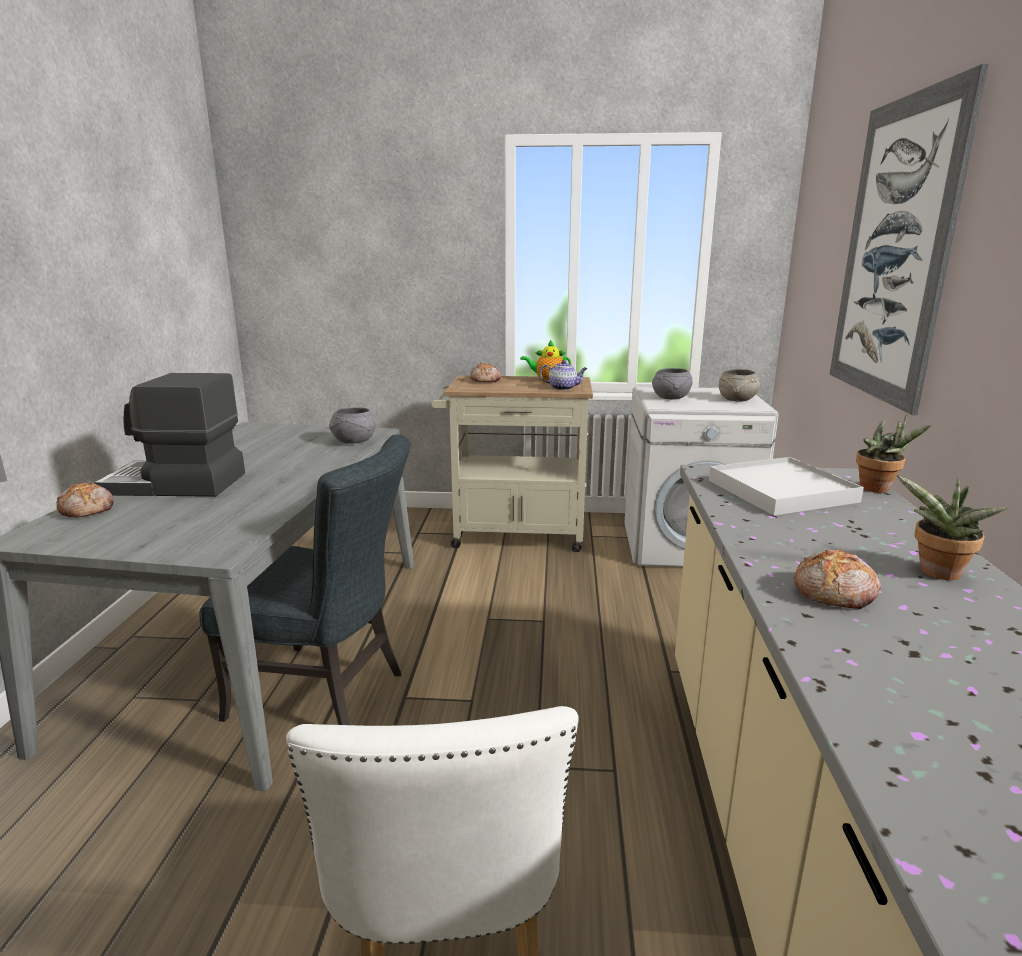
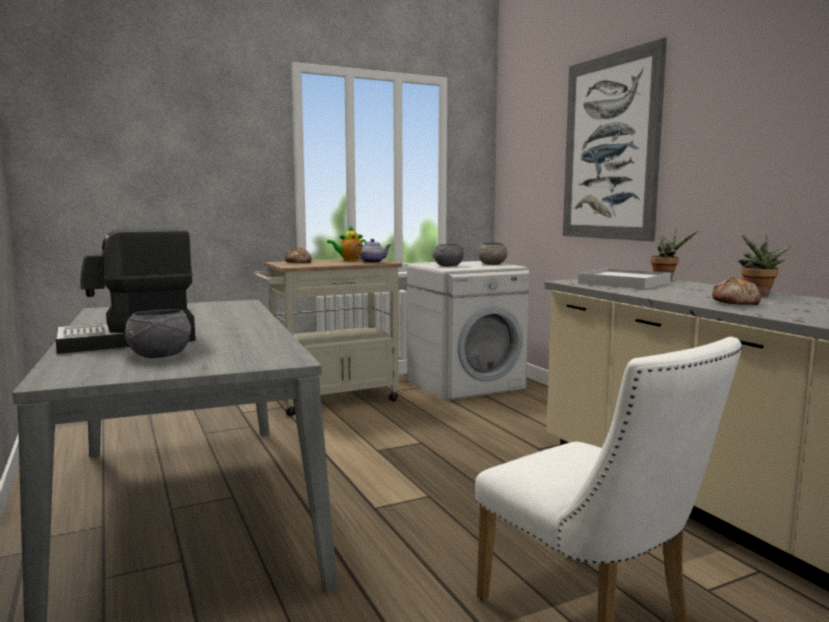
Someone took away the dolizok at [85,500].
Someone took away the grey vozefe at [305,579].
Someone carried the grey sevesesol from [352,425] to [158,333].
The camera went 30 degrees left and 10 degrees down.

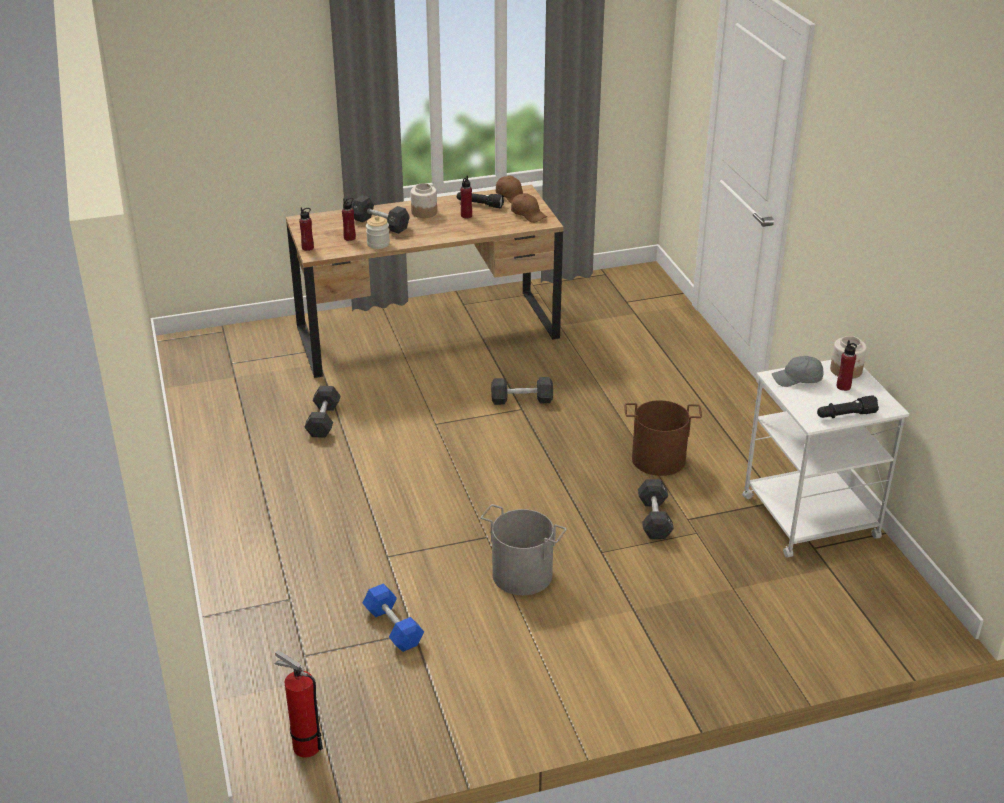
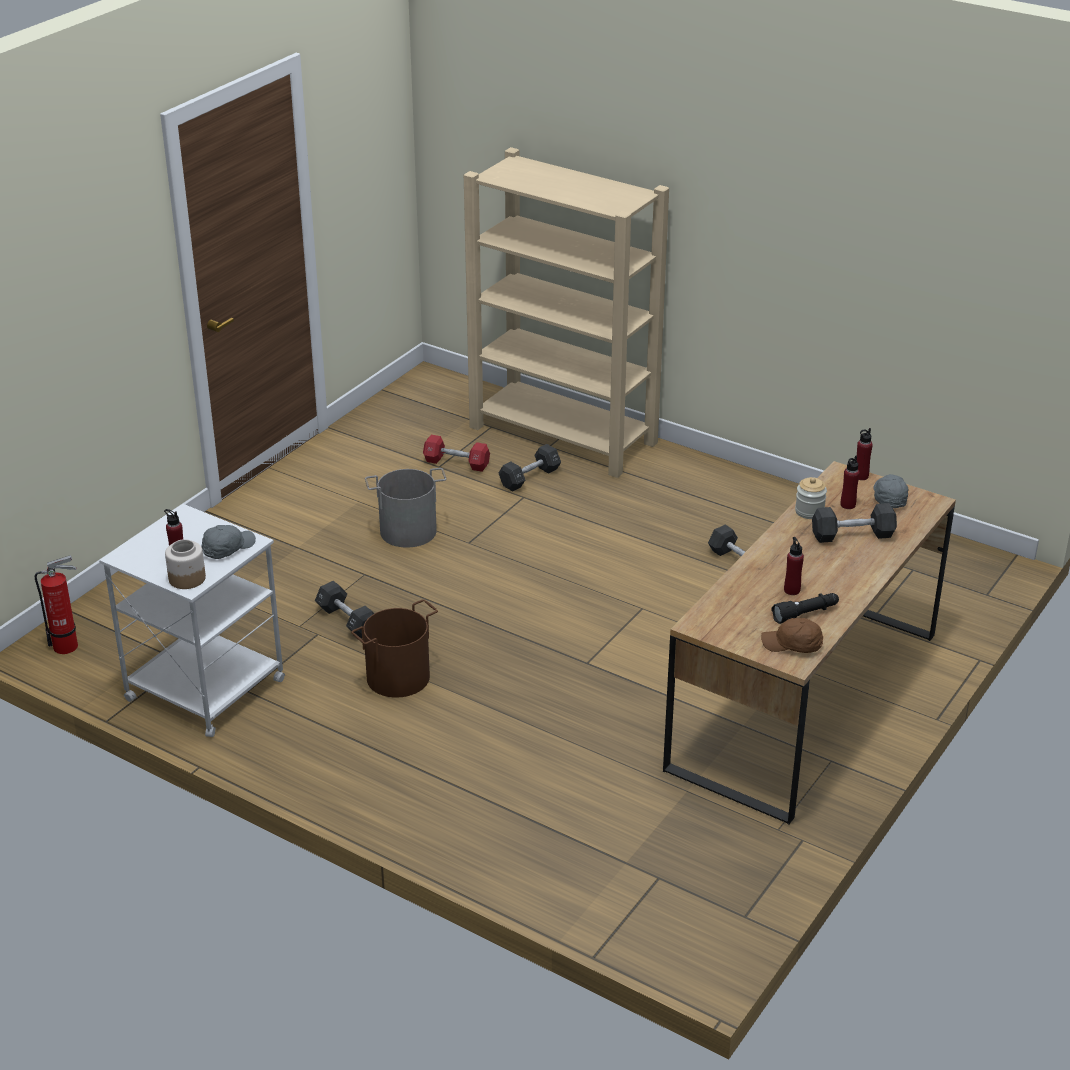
Someone carried the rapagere from [299,703] to [56,604].
Someone repainted the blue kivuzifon at [393,618], which became the red kivuzifon at [456,453].
Someone took away the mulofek at [424,200].
Someone carried the black kivuzifon from [522,391] to [530,467].
Someone took away the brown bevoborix at [529,208].
Someone took away the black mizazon at [848,406].
Someone put down the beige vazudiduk at [566,312].
Someone put down the grey bevoborix at [891,491].
The camera went 140 degrees right and 0 degrees up.

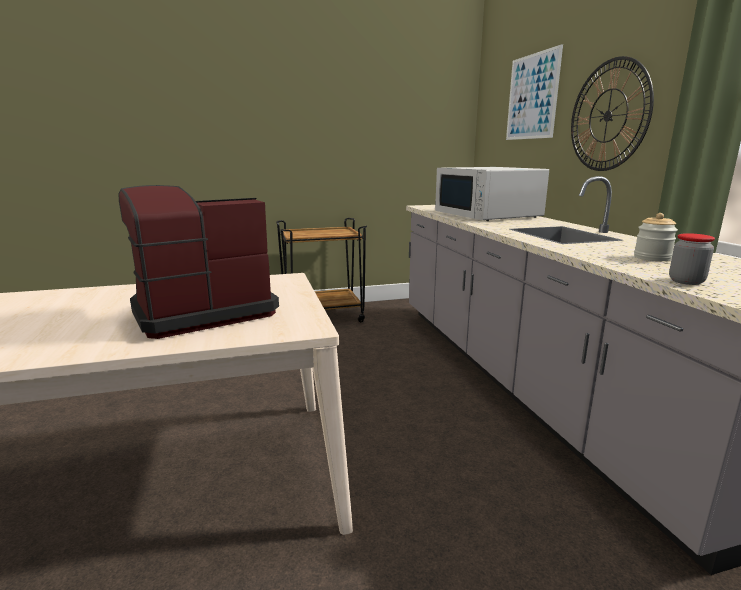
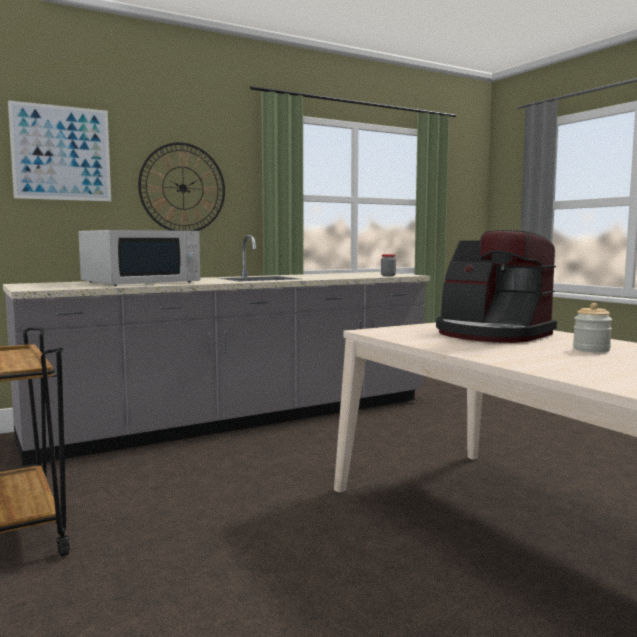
Someone carried the mulofek from [656,237] to [592,327].
The camera went 105 degrees left and 10 degrees down.

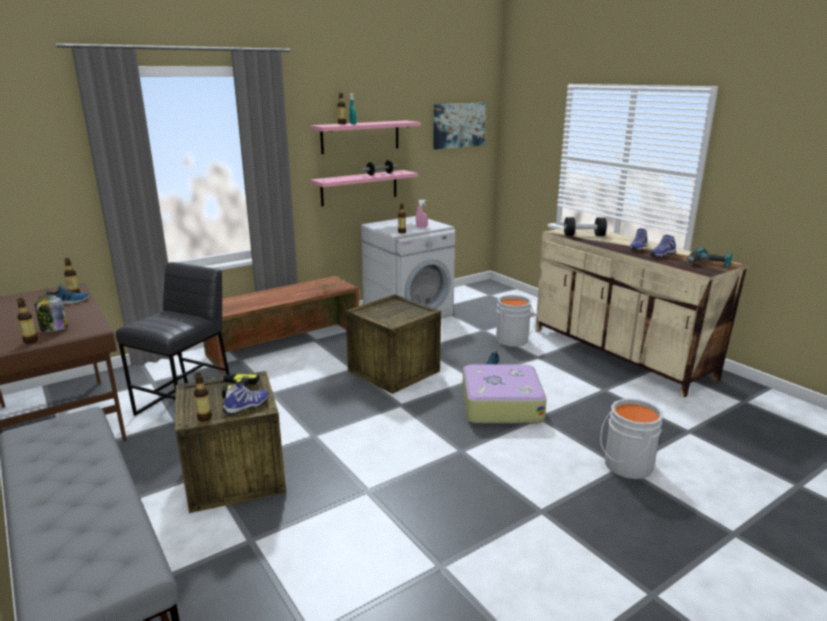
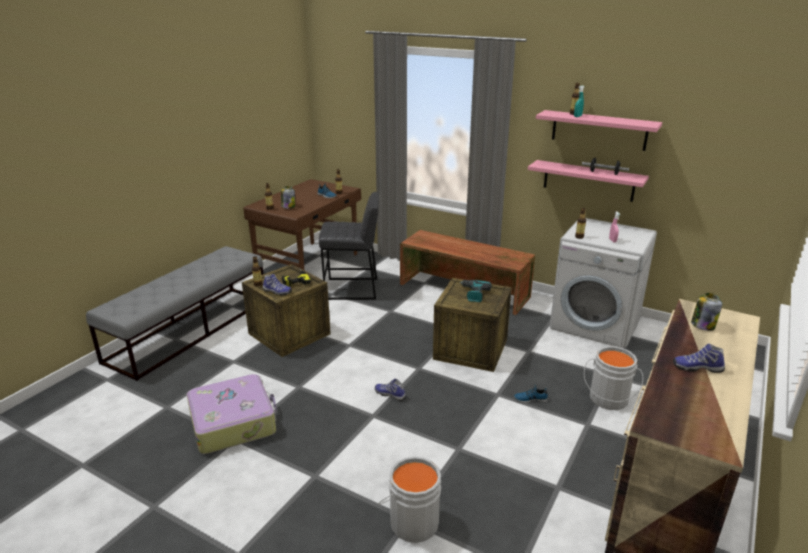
Someone took away the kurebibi at [459,126].
Someone carried the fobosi from [504,394] to [232,414].
Someone swapped the black kivuzifon at [585,226] for the mulofek at [706,312].
Someone carried the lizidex from [663,246] to [390,390].
Someone carried the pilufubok from [709,258] to [475,291].
The camera went 65 degrees right and 5 degrees up.

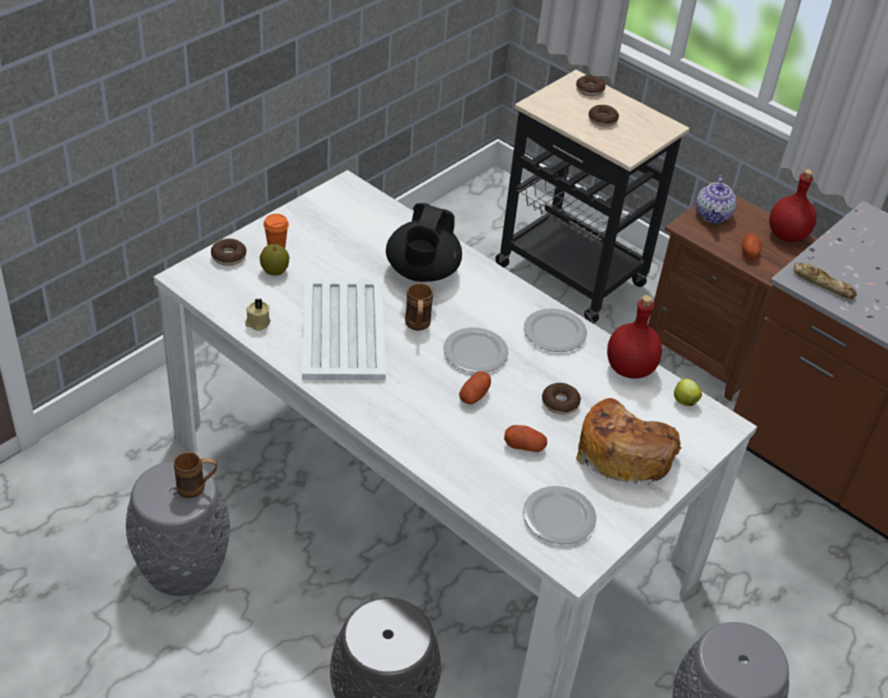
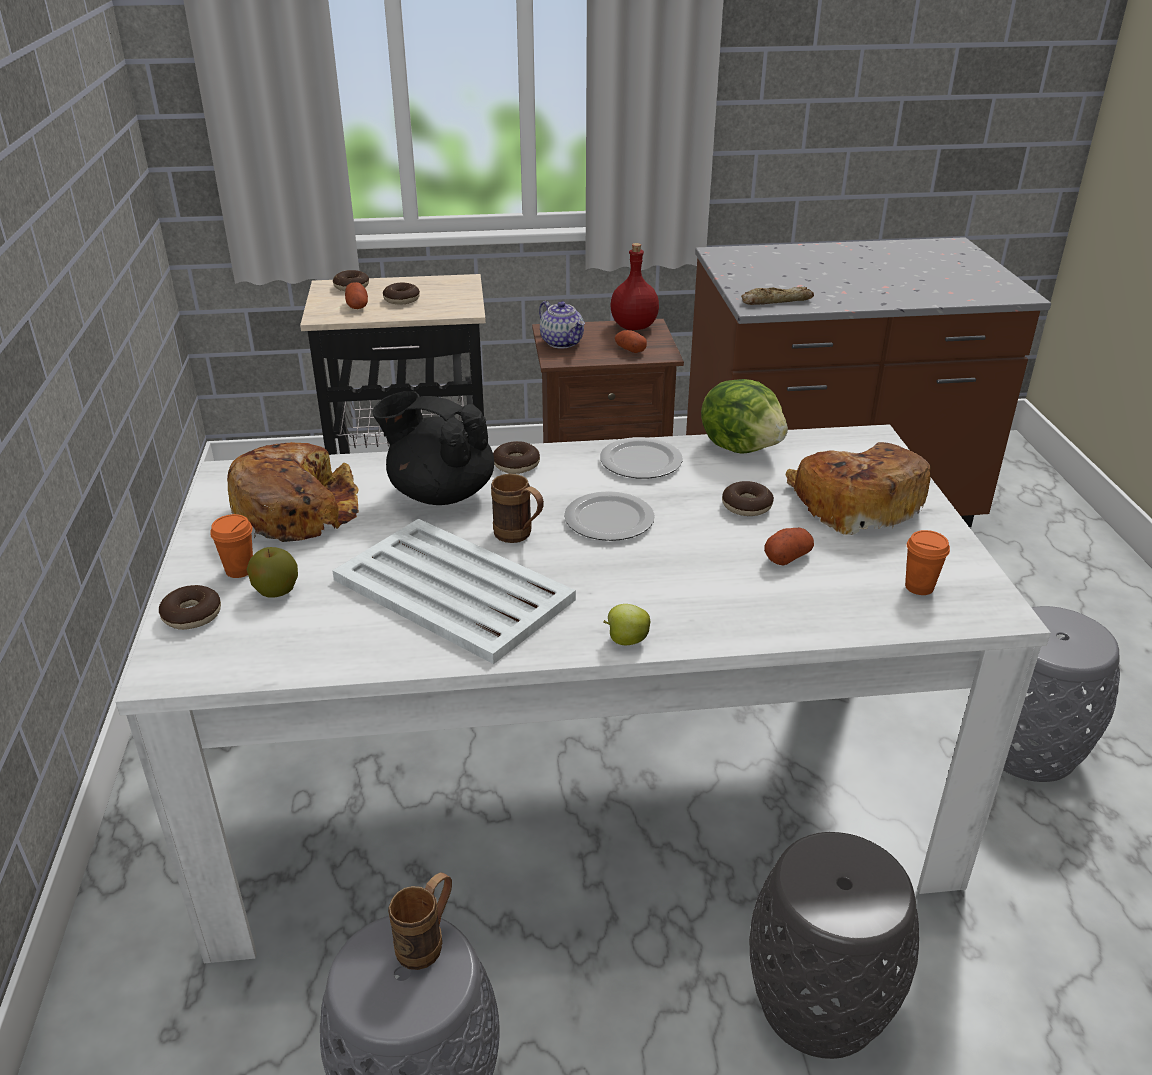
Someone took away the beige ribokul at [258,314].
Someone rotated the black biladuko at [424,242] by 150 degrees clockwise.
Someone carried the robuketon from [475,387] to [356,295].
Someone swapped the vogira at [560,515] for the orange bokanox at [927,562].
Someone swapped the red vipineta at [634,336] for the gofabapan at [744,416].
Someone carried the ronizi from [688,392] to [626,624].
Someone put down the dolizok at [293,492].
Someone put down the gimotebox at [516,457].
The camera went 45 degrees left and 10 degrees down.

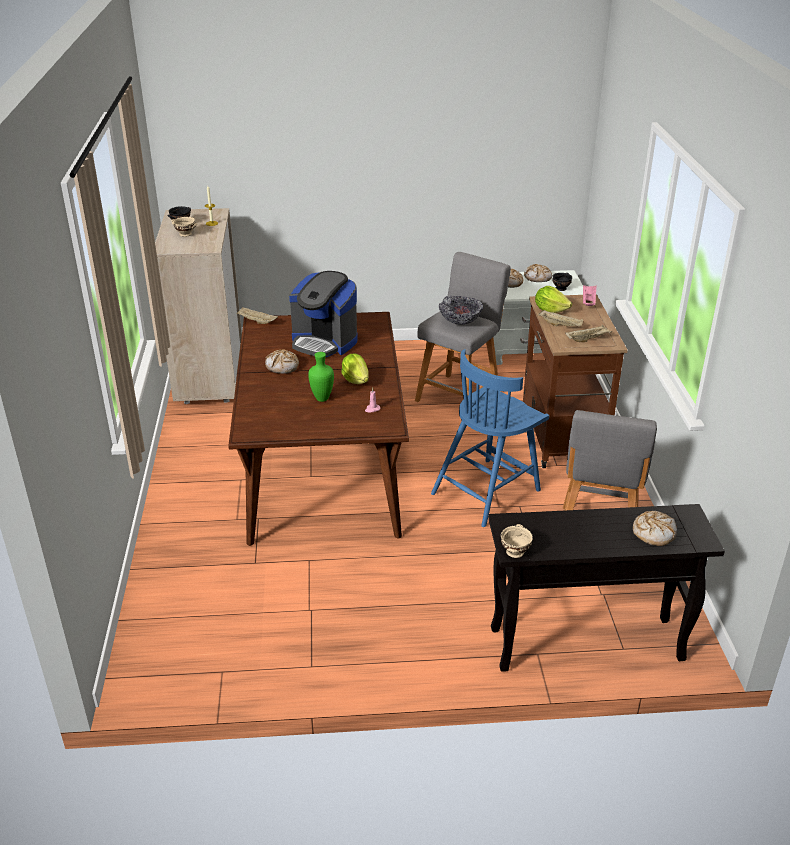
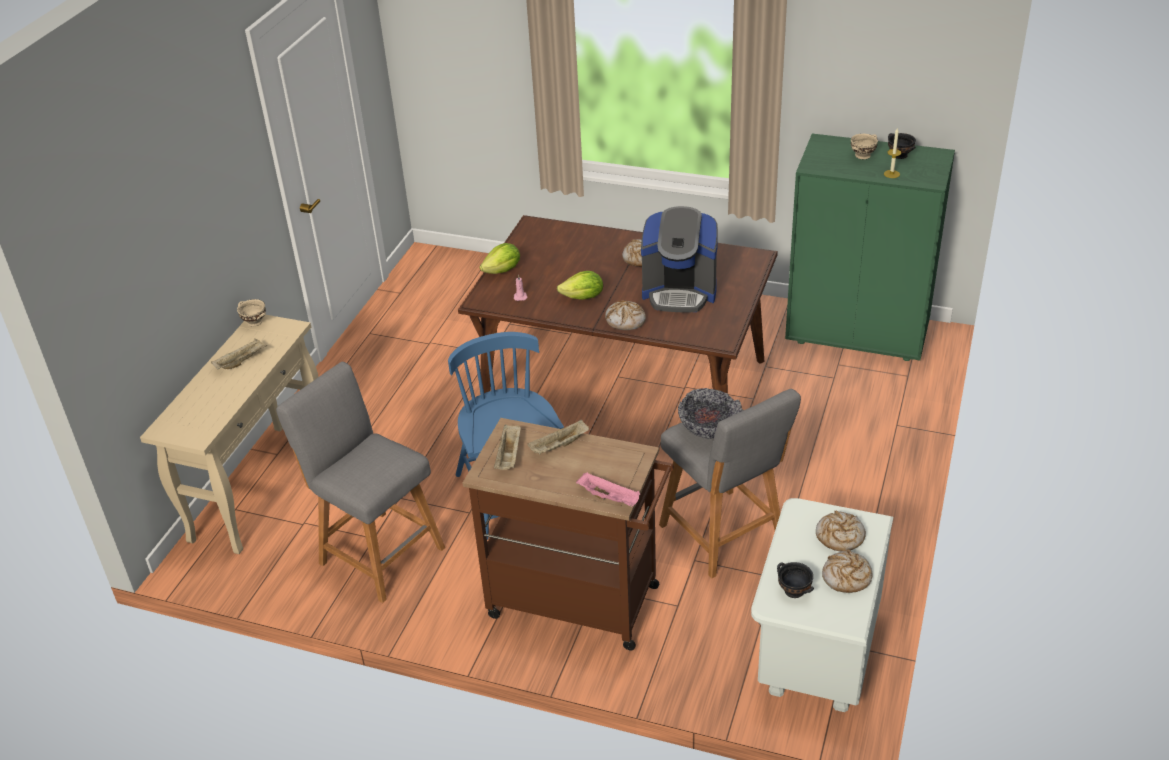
Someone repainted the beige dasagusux at [198,306], which became the green dasagusux at [870,247].
Someone carried the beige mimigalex from [257,315] to [239,353].
Someone rotated the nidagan at [323,314] by 135 degrees counterclockwise.
Someone took away the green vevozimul at [321,377].
Someone repainted the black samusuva at [606,588], which became the beige samusuva at [229,434].
Someone carried the gofabapan from [553,299] to [499,258].
Someone carried the dolizok from [655,528] to [625,315].
The camera went 115 degrees right and 5 degrees up.

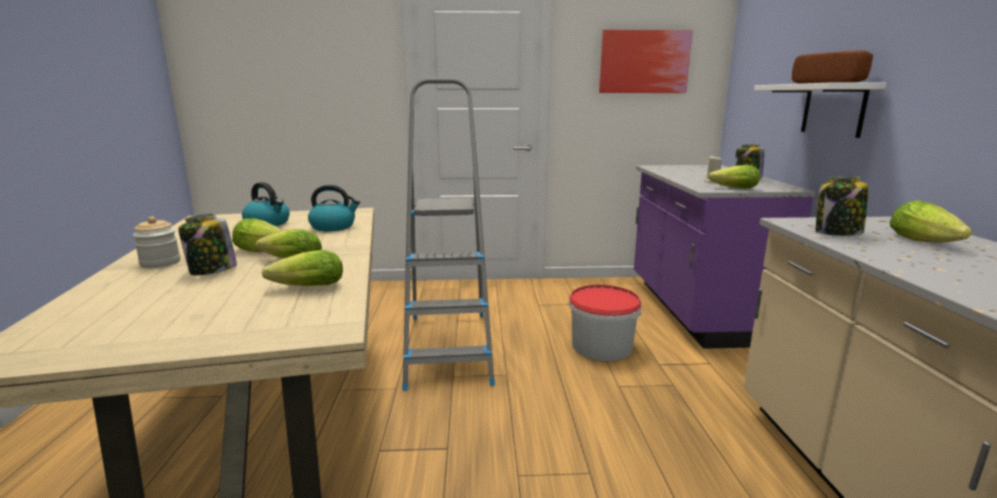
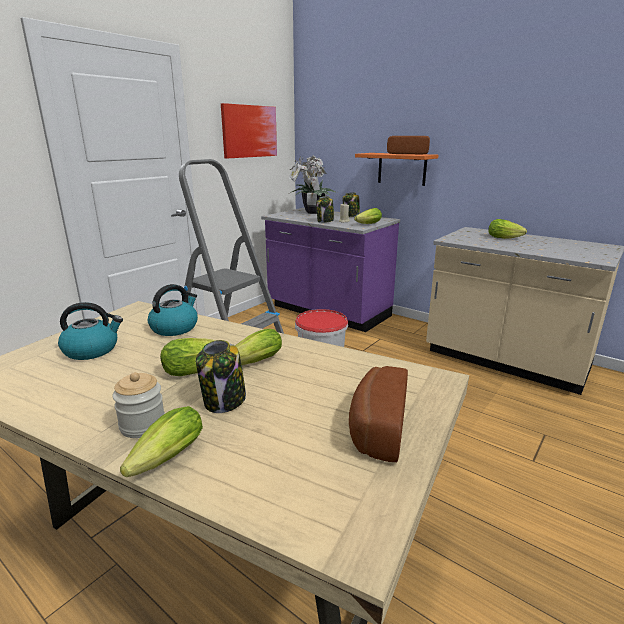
Someone carried the gofabapan from [302,268] to [161,441].
Someone repainted the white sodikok at [820,110], which became the orange sodikok at [396,169].
Someone carried the mulofek from [841,206] to [325,209].
Someone put down the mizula at [313,184].
Someone put down the dolizok at [378,414].
The camera went 50 degrees left and 5 degrees up.

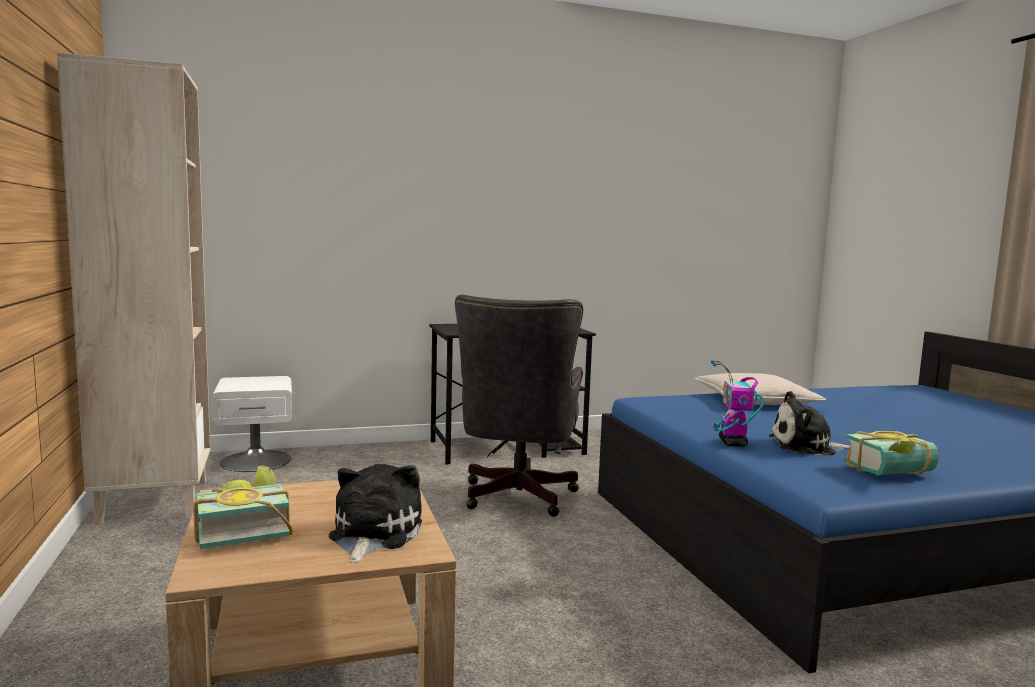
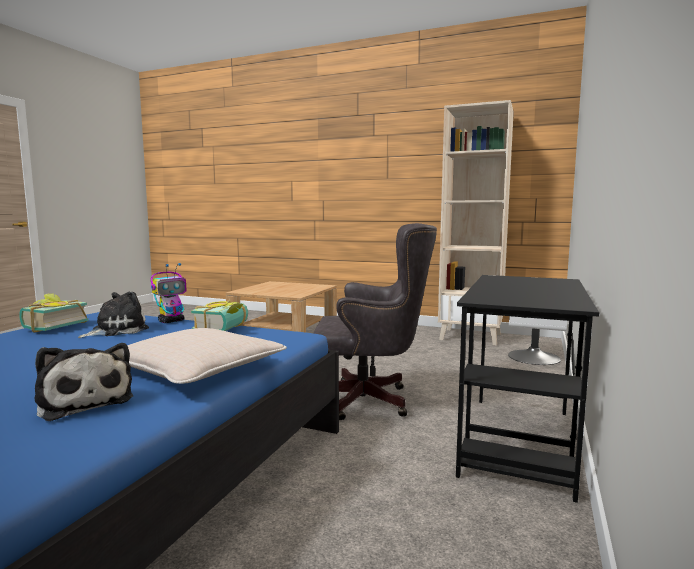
Someone carried the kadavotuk from [243,507] to [219,315].
Someone carried the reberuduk from [375,513] to [84,382].
Someone rotated the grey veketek at [519,405] by 135 degrees clockwise.
Someone rotated the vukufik at [737,403] by 90 degrees clockwise.
The camera went 130 degrees right and 0 degrees up.

